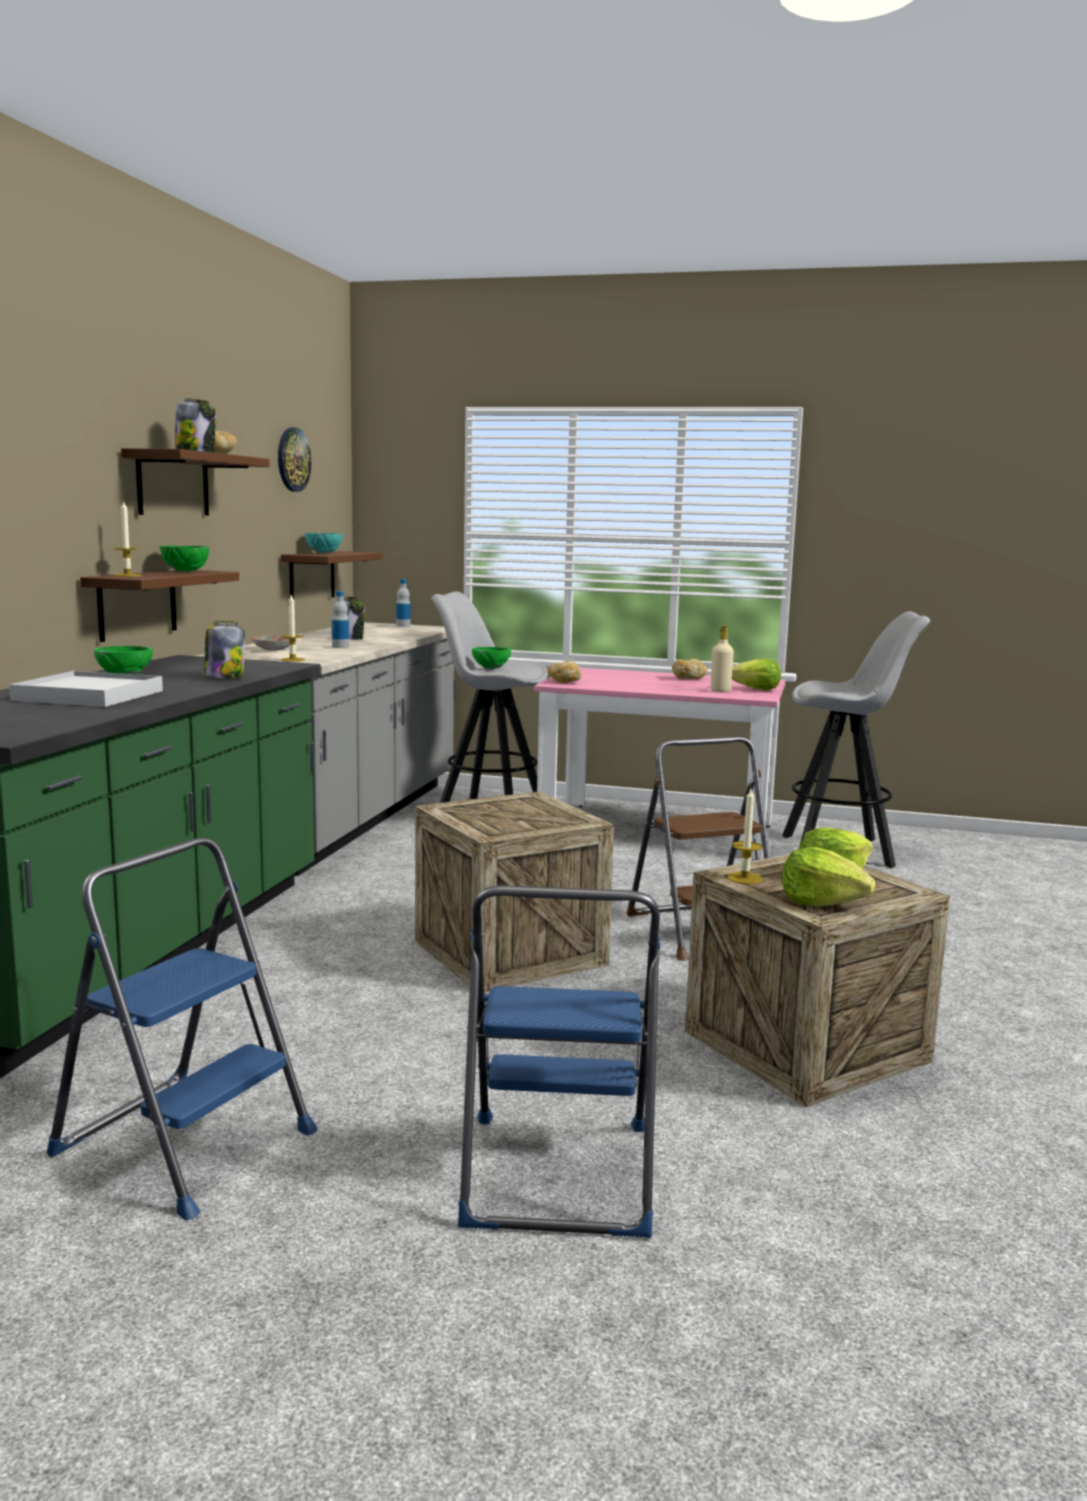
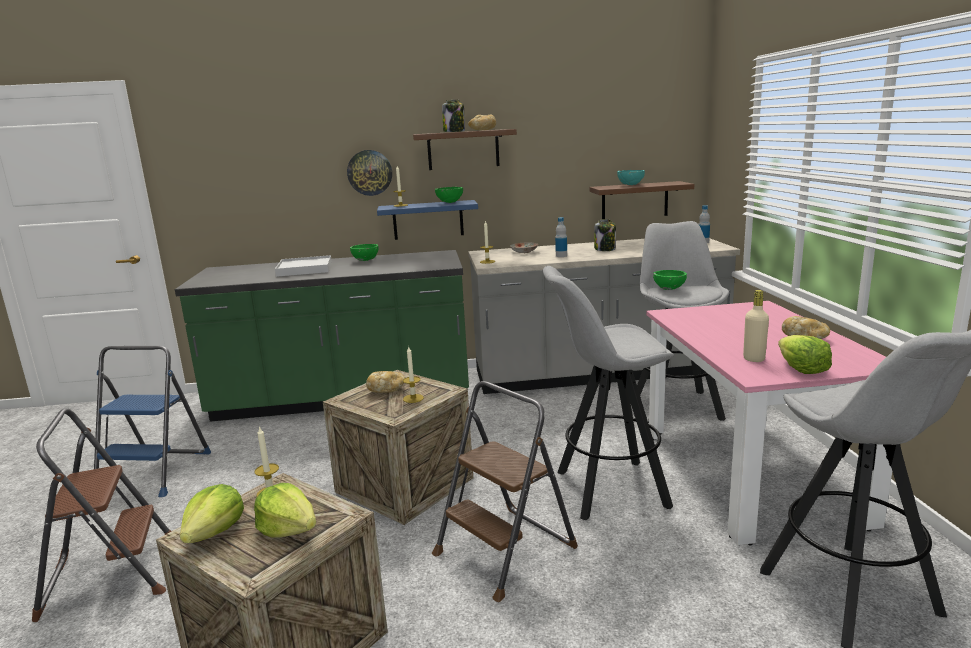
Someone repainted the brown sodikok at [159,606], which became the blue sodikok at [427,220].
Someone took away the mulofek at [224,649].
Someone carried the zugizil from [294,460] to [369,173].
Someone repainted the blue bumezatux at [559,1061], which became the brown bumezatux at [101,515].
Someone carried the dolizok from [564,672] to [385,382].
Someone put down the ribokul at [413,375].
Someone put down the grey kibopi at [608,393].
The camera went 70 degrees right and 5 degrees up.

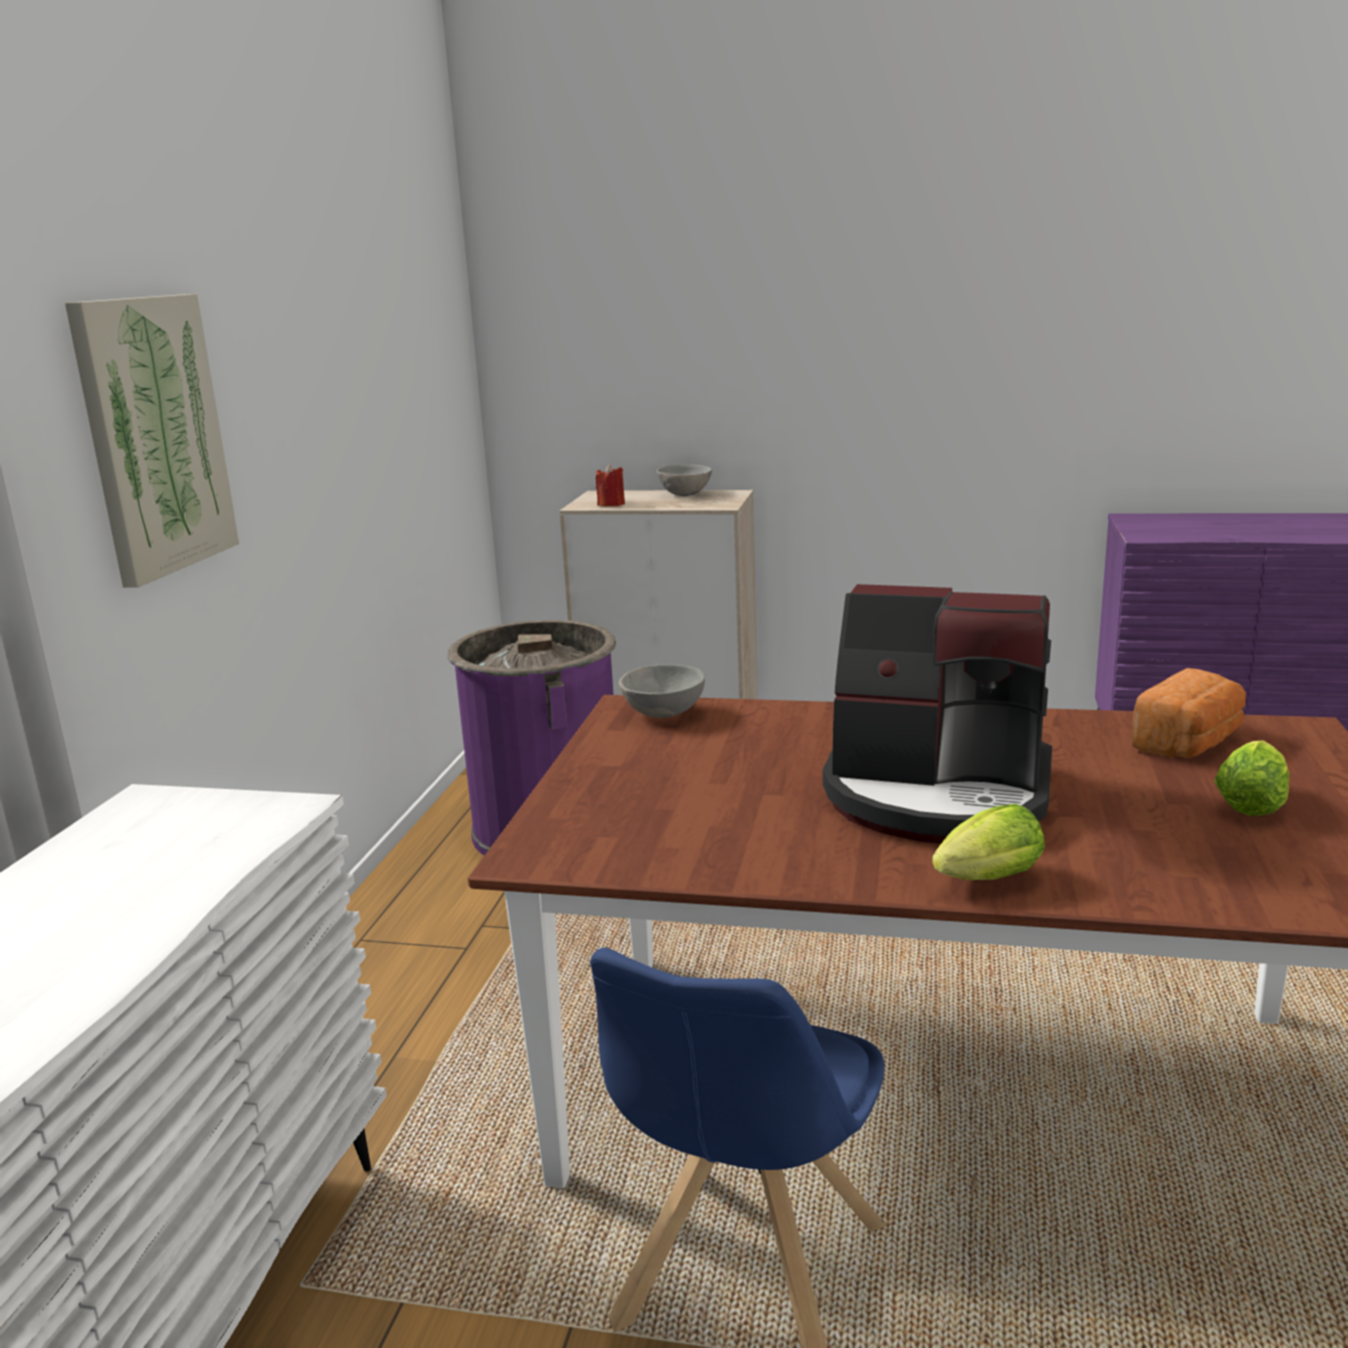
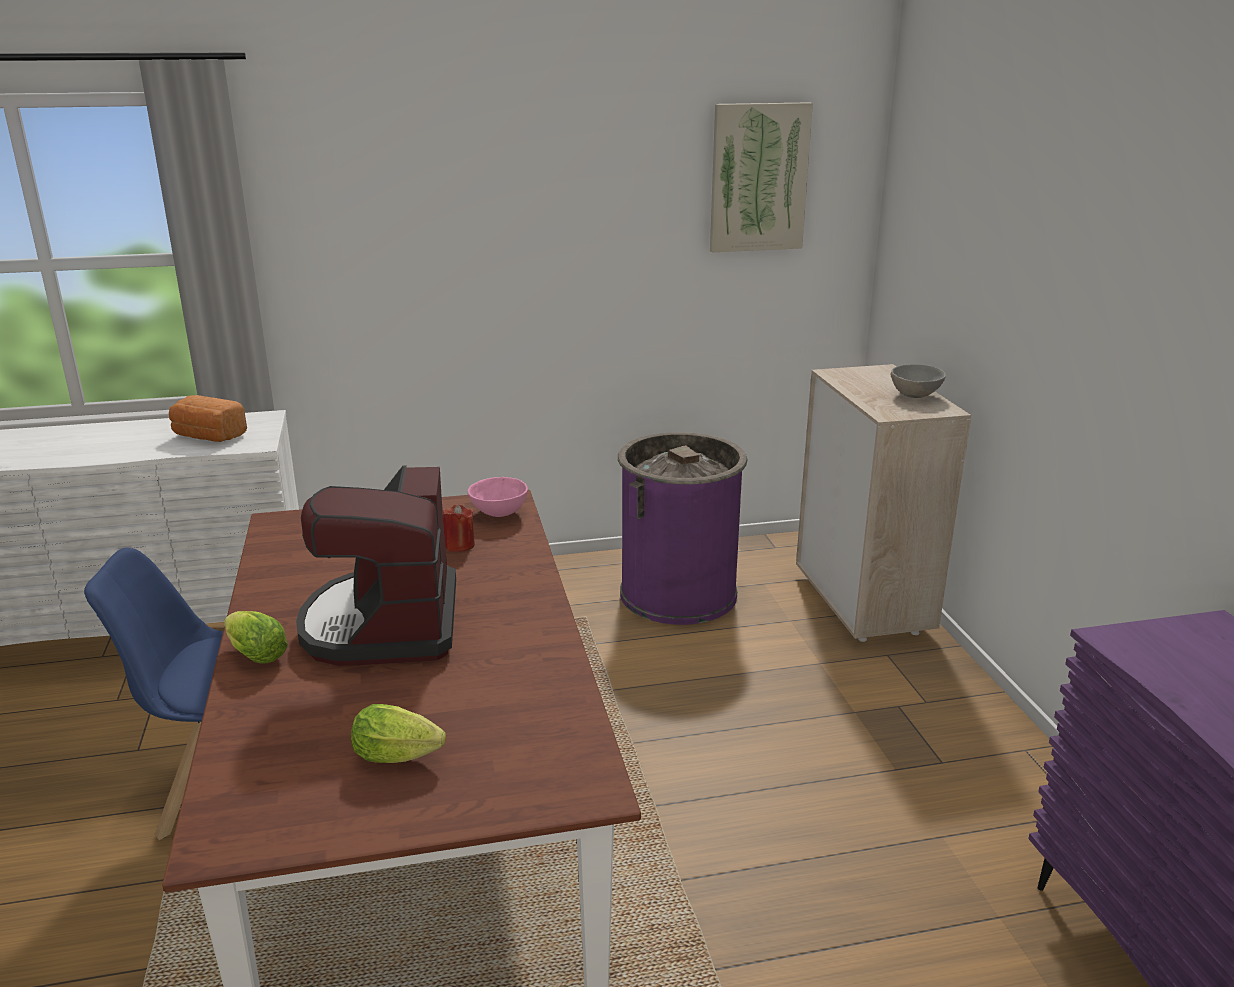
Someone carried the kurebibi from [152,441] to [761,177].
Someone carried the red ribokul from [610,485] to [459,528].
Someone repainted the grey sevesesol at [662,691], which became the pink sevesesol at [498,497].
Someone carried the dolizok from [1188,713] to [208,418].
The camera went 65 degrees right and 5 degrees up.

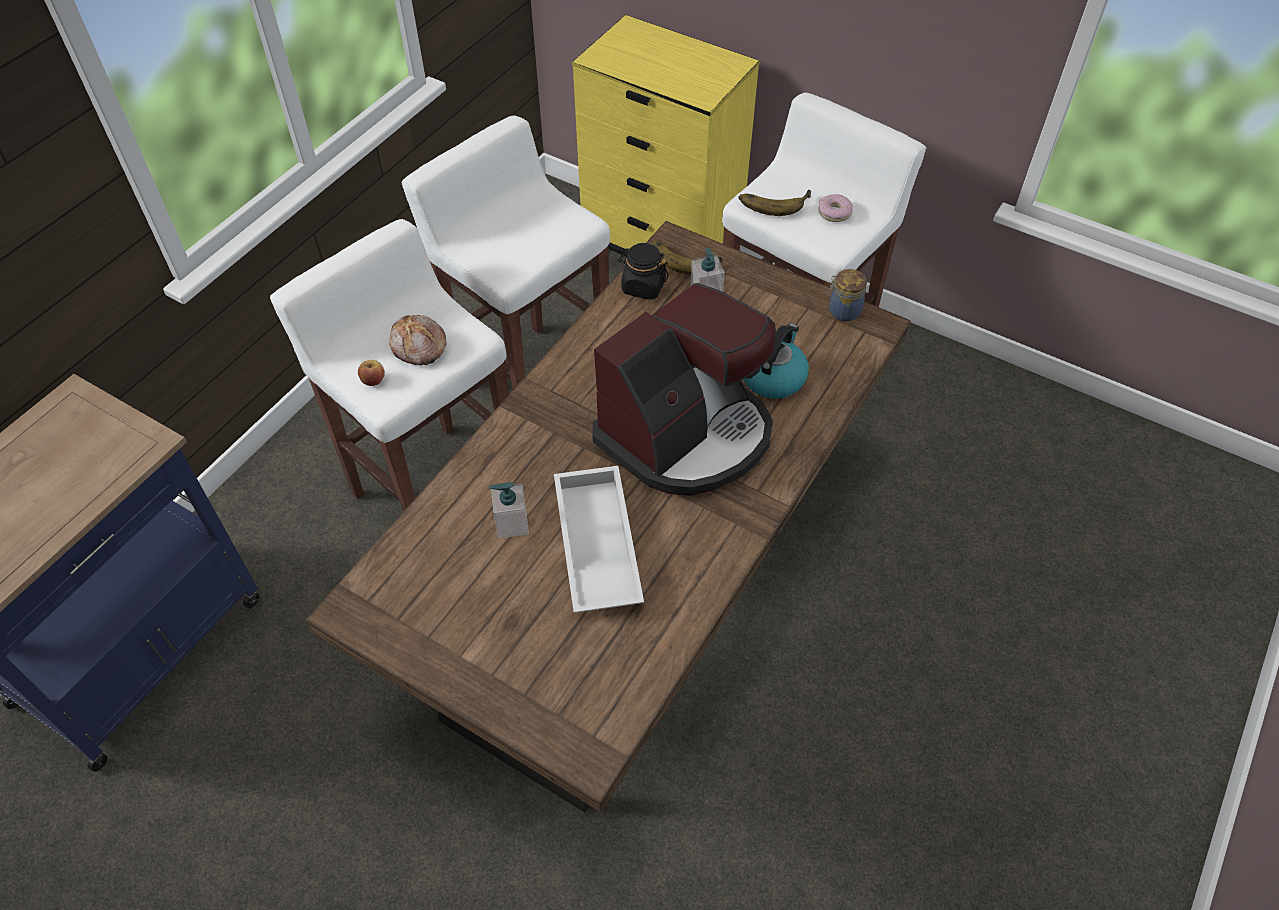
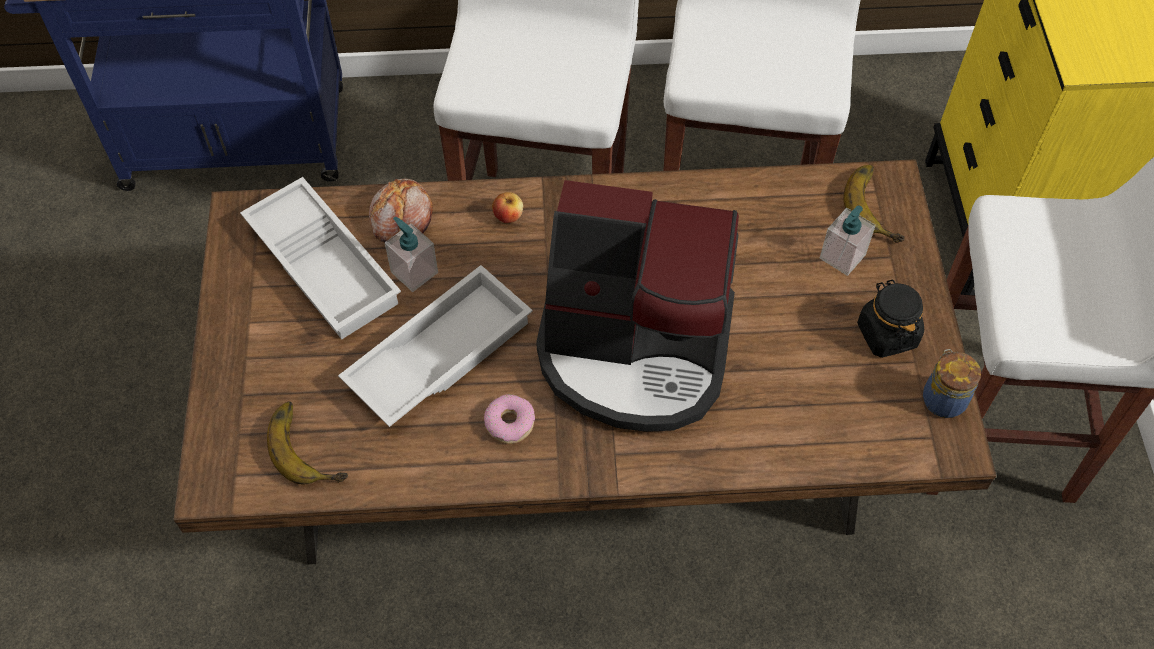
Someone carried the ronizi from [371,373] to [507,207].
Someone carried the dolizok from [418,340] to [401,211].
Someone carried the black mulofek from [643,271] to [890,319].
Someone carried the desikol from [775,203] to [307,443].
Someone took away the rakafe at [776,361].
Someone carried the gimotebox from [835,208] to [509,419].
Someone put down the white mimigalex at [320,258].
The camera went 55 degrees right and 5 degrees up.

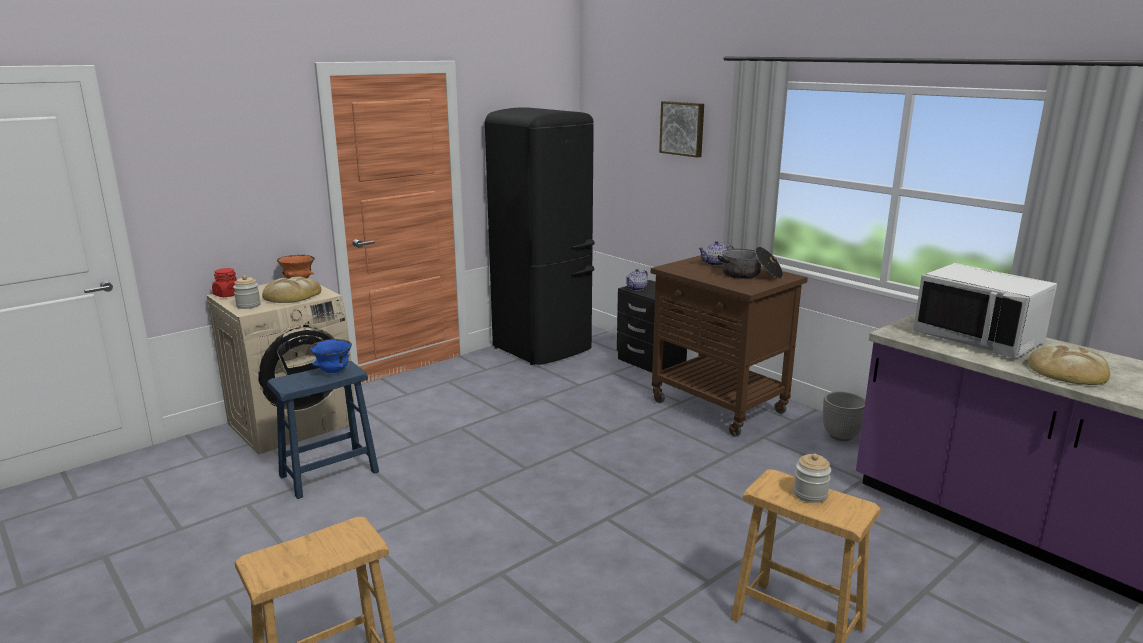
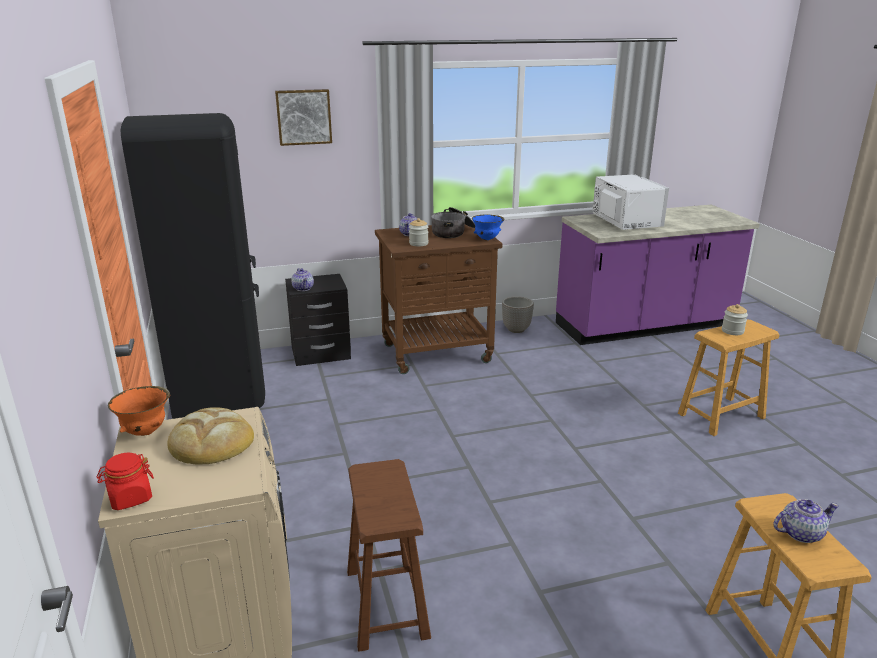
Someone carried the mulofek from [247,292] to [419,232].
Someone repainted the blue kibopi at [323,430], which became the brown kibopi at [389,555].
Someone carried the blue sevesesol from [331,356] to [488,227].
Someone rotated the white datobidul at [985,310] by 90 degrees counterclockwise.
Someone took away the dolizok at [1069,365].
Someone put down the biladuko at [806,521].
The camera went 65 degrees left and 5 degrees up.

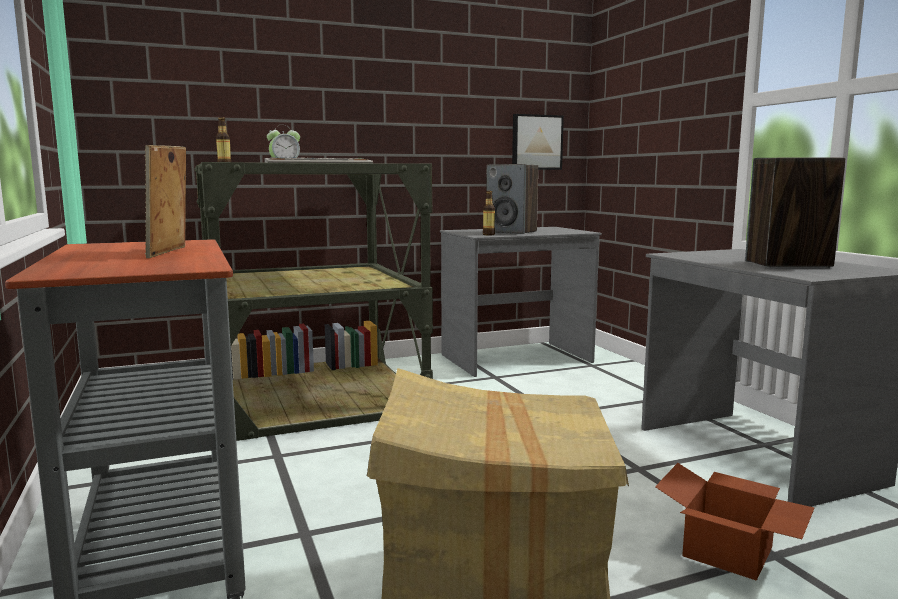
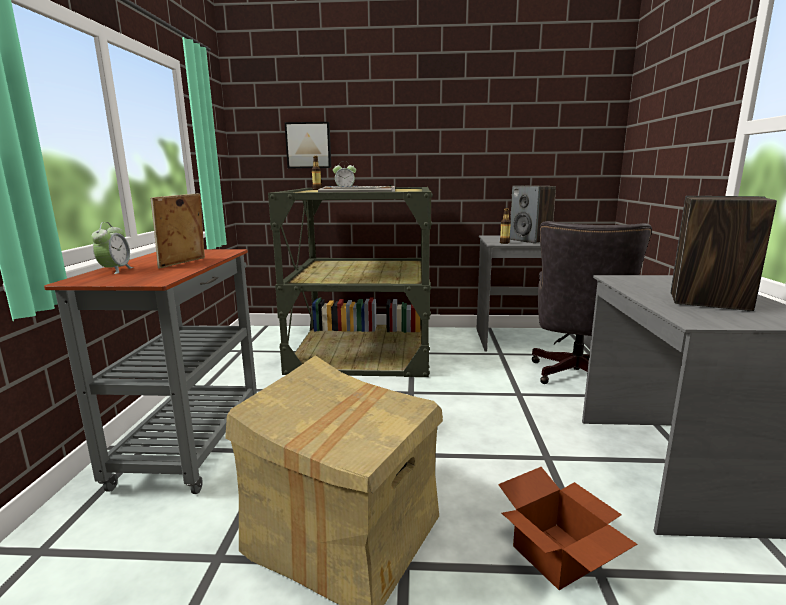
Someone carried the kurebibi from [538,142] to [308,145].
Someone put down the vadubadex at [112,248].
Someone put down the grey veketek at [592,302].
The camera went 25 degrees right and 5 degrees up.

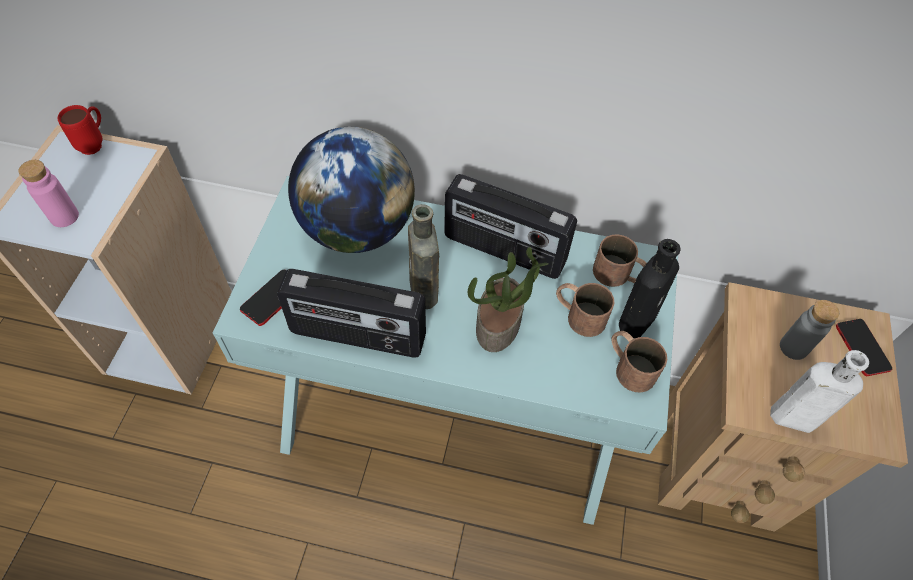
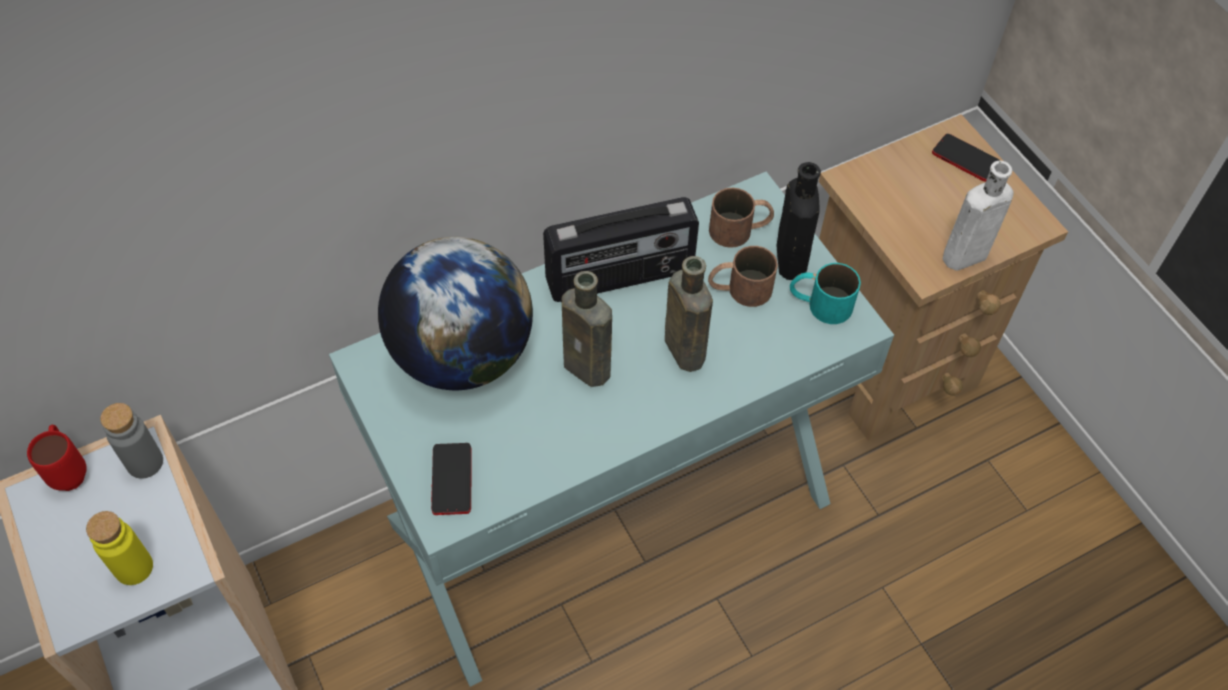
Someone repainted the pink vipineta at [48,193], which became the yellow vipineta at [119,548].
Someone took away the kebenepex at [351,313].
Someone swapped the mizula at [508,299] for the brown vipineta at [689,314].
Someone repainted the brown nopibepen at [639,361], which became the turquoise nopibepen at [825,293].
Someone carried the grey vipineta from [809,330] to [131,441].
The camera went 40 degrees left and 0 degrees up.

